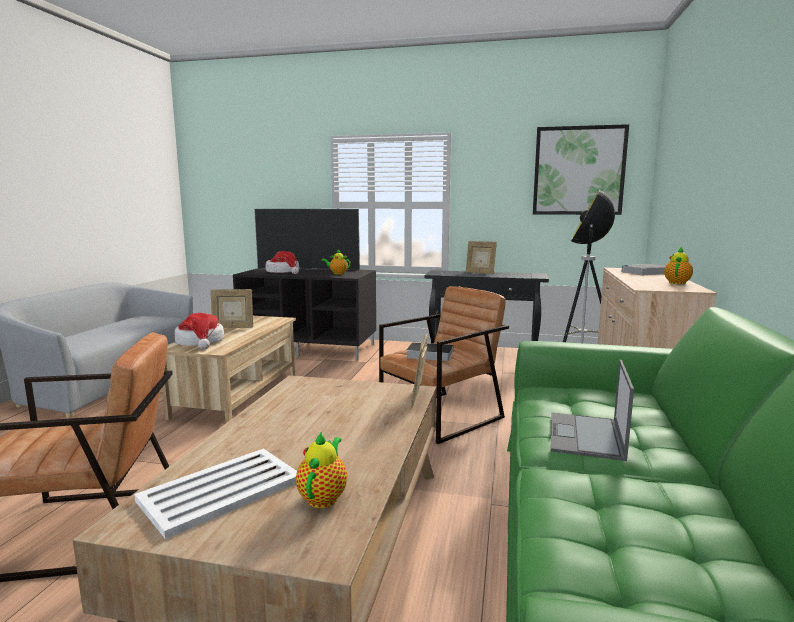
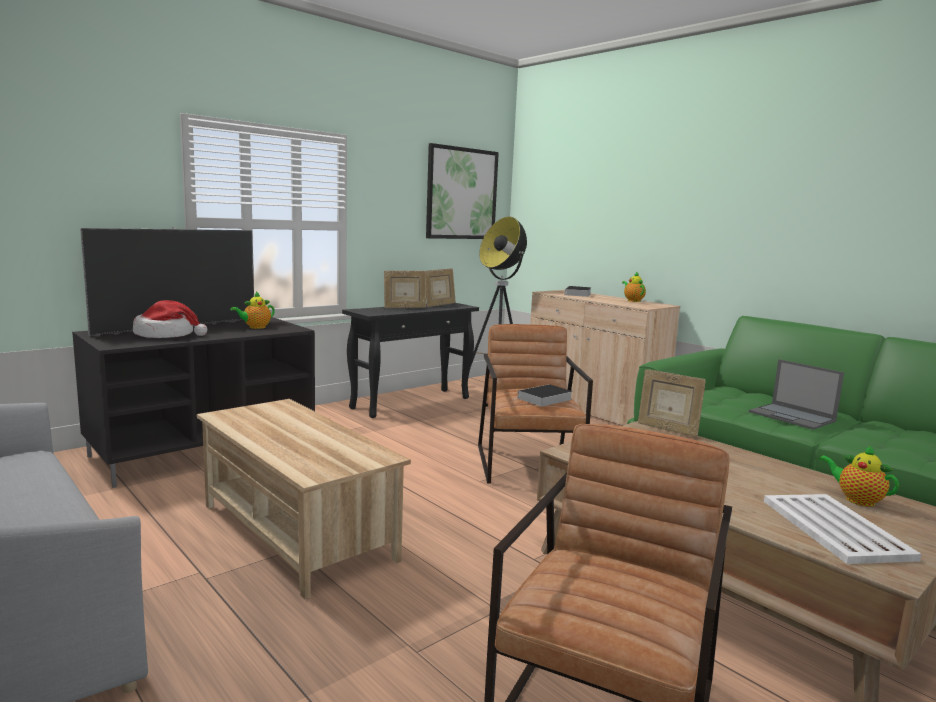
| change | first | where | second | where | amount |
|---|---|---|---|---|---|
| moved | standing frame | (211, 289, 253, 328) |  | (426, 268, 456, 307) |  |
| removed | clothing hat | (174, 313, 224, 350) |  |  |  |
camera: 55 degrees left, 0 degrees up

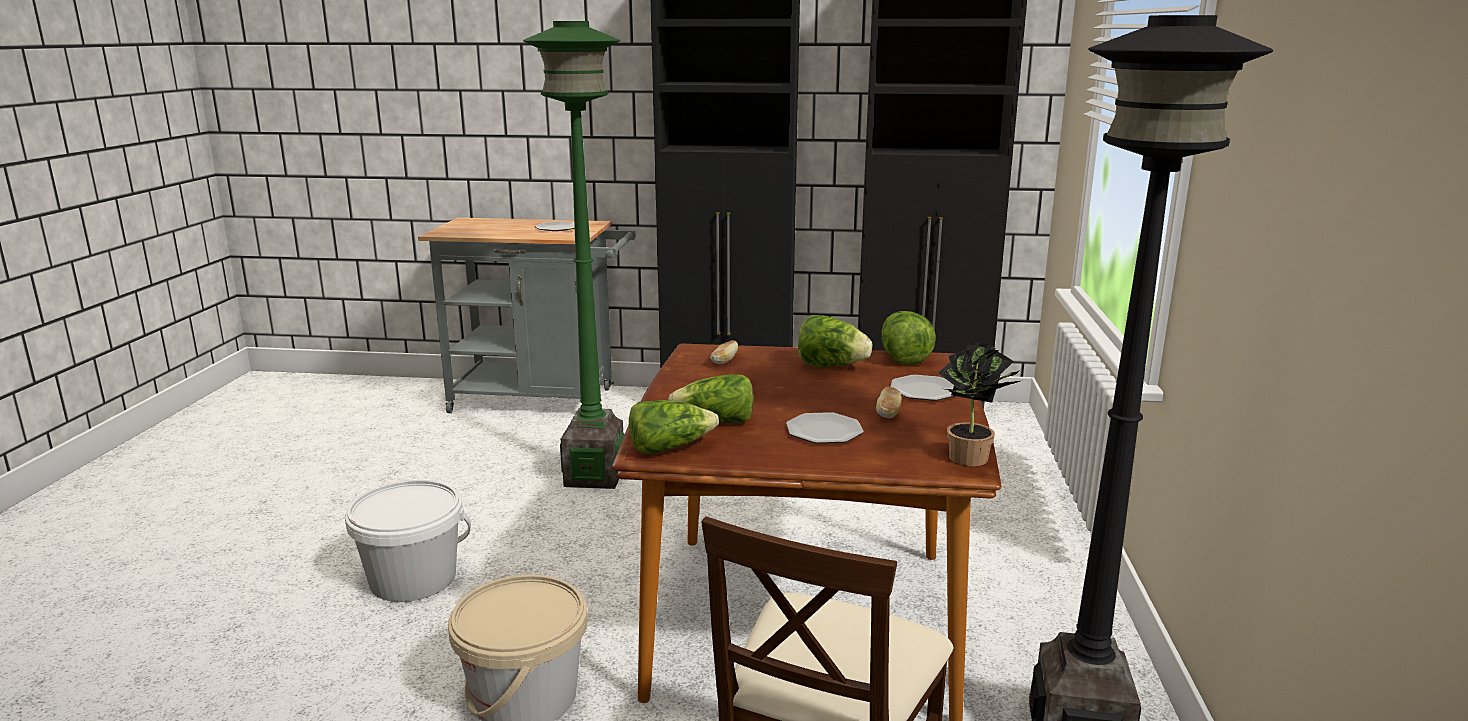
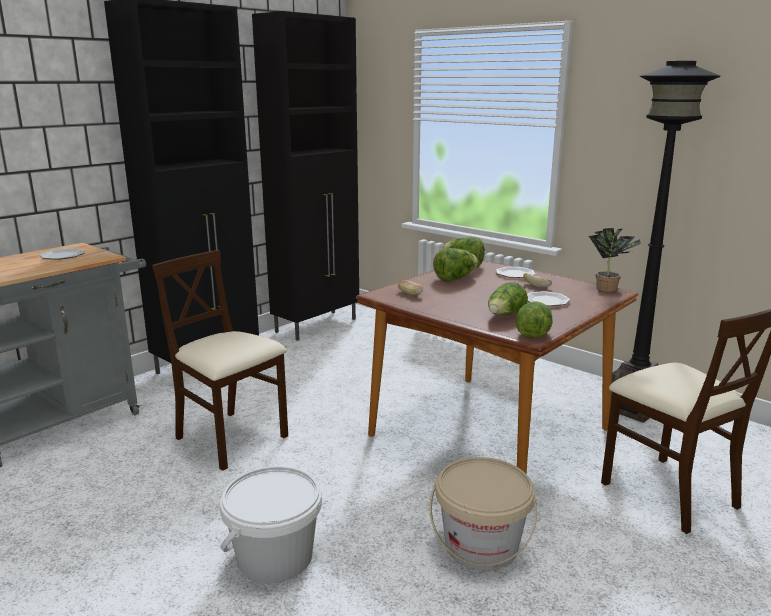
| change | first | where | second | where | amount |
|---|---|---|---|---|---|
| replaced | greenish standing lamp | (523, 21, 625, 489) | beige-coloured chair | (152, 250, 288, 471) |  |
camera: 55 degrees left, 0 degrees up

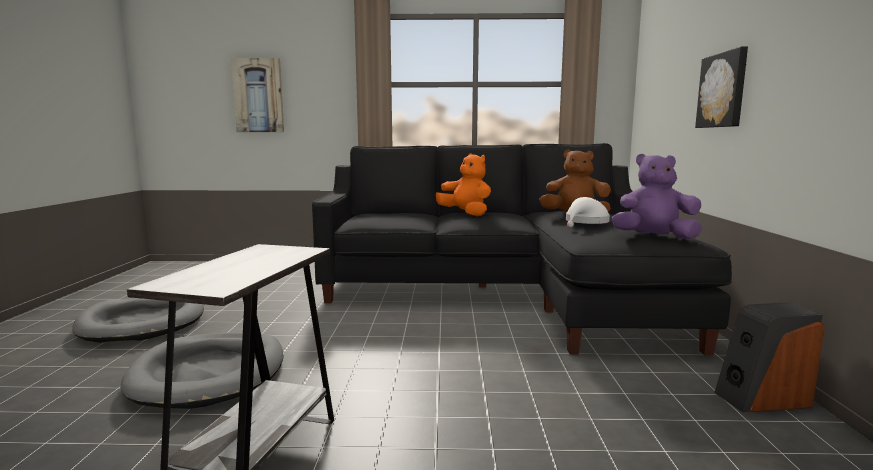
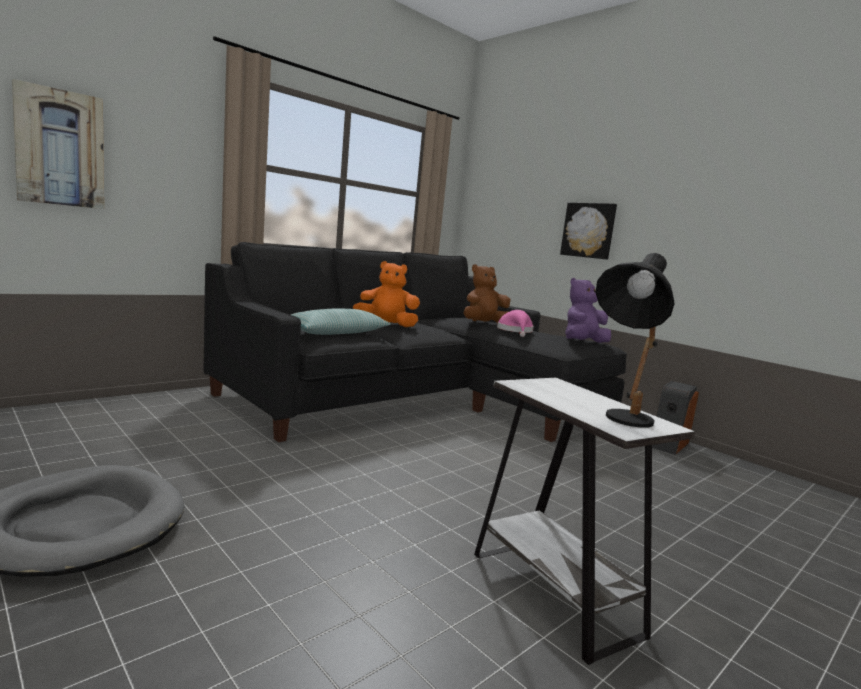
| change | first | where | second | where | amount |
|---|---|---|---|---|---|
| recoloured | white-coloured clothing hat | (566, 197, 610, 227) | pink-coloured clothing hat | (497, 310, 534, 337) |  |
| removed | greyish dog cushion | (121, 332, 284, 409) |  |  |  |
| added |  |  | black table lamp | (595, 253, 675, 428) |  |
| added |  |  | pillow | (291, 309, 391, 335) |  |
camera: 45 degrees left, 0 degrees up

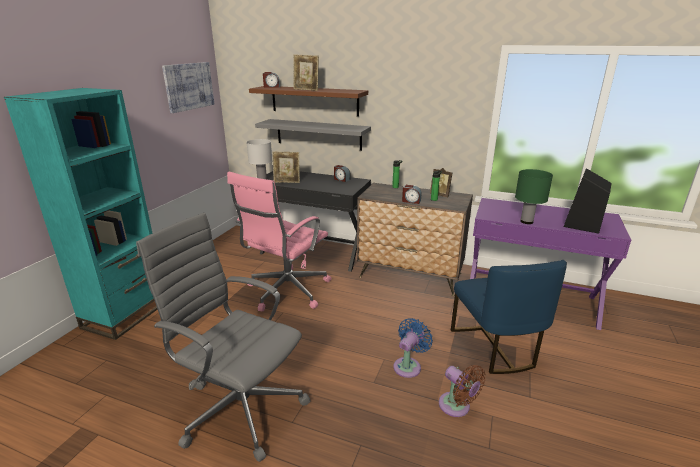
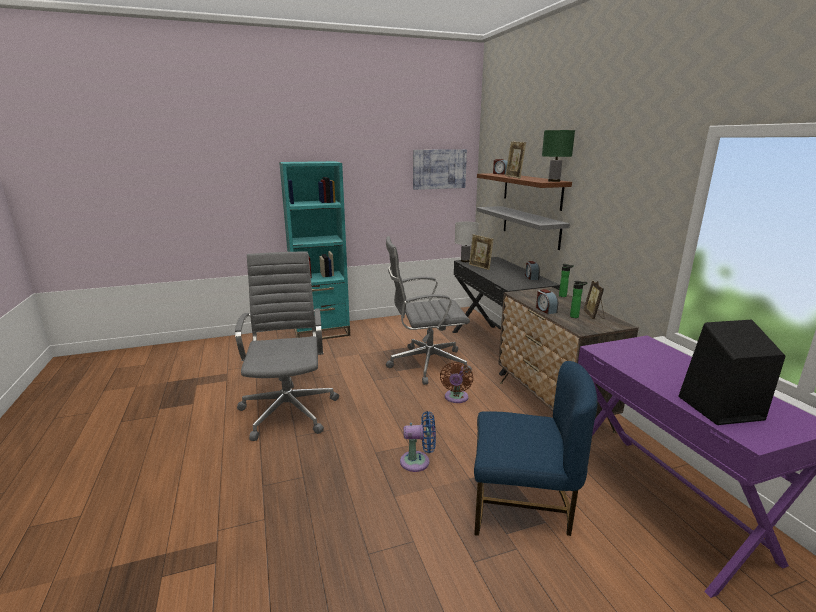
| change | first | where | second | where | amount |
|---|---|---|---|---|---|
| moved | greenish table lamp | (515, 169, 553, 224) |  | (542, 130, 575, 182) |  |
| recoloured | pink-coloured computer chair | (227, 172, 331, 311) | greyish computer chair | (386, 236, 472, 385) |  |
| turned | blue chair | (451, 260, 567, 374) |  | (474, 361, 598, 536) | 120 degrees counterclockwise |
| moved | brown electric fan | (439, 365, 486, 417) |  | (440, 362, 473, 403) |  |
camera: 50 degrees right, 5 degrees down

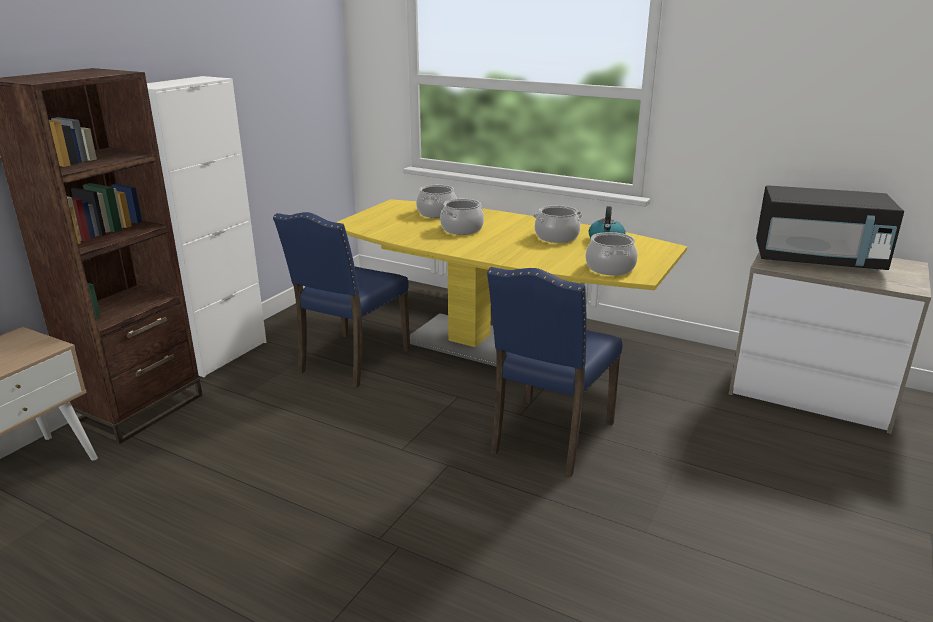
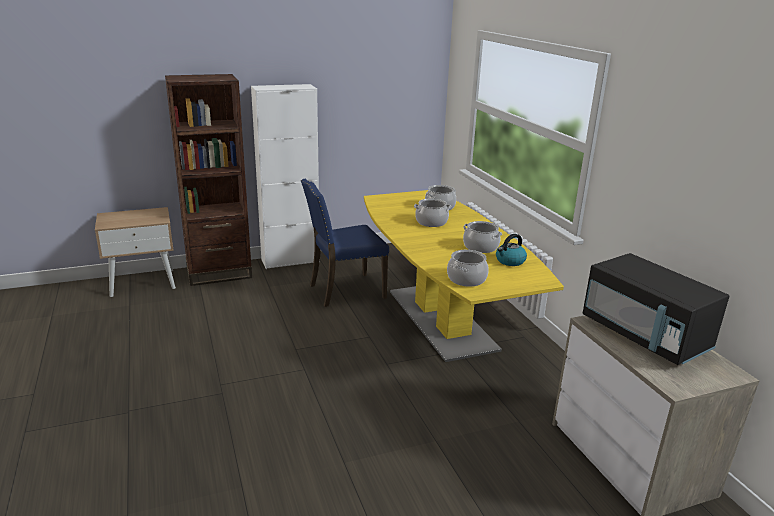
| change | first | where | second | where | amount |
|---|---|---|---|---|---|
| removed | blue chair | (487, 267, 622, 478) |  |  |  |
camera: 40 degrees right, 0 degrees up

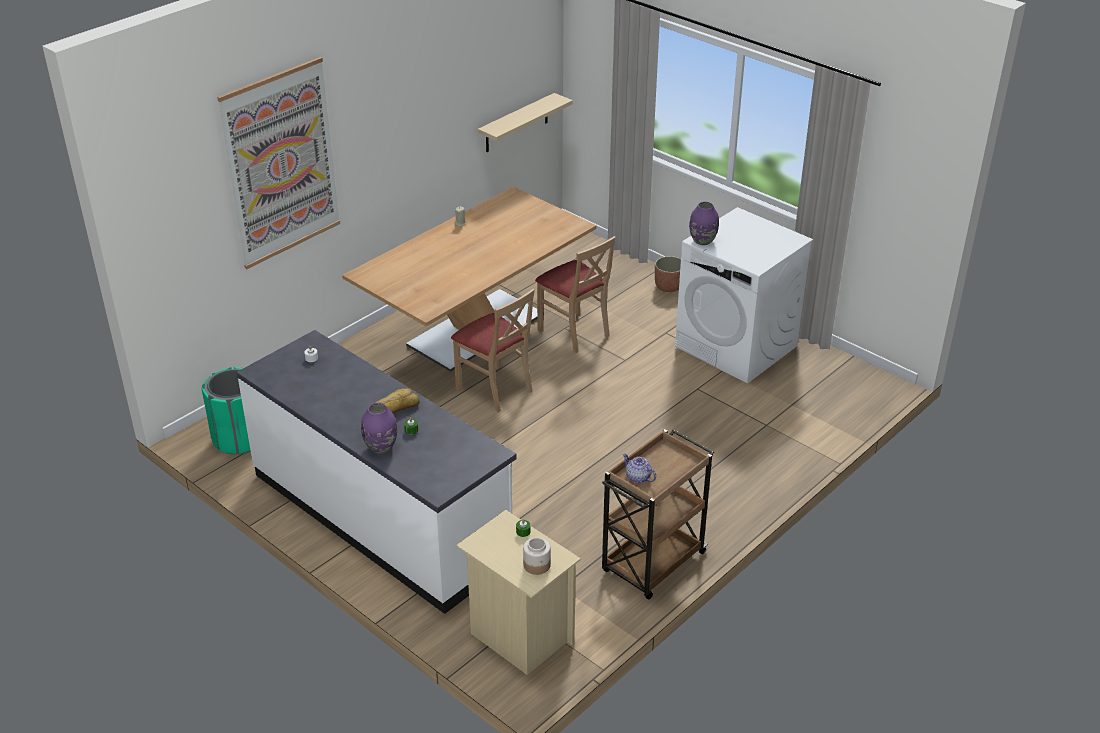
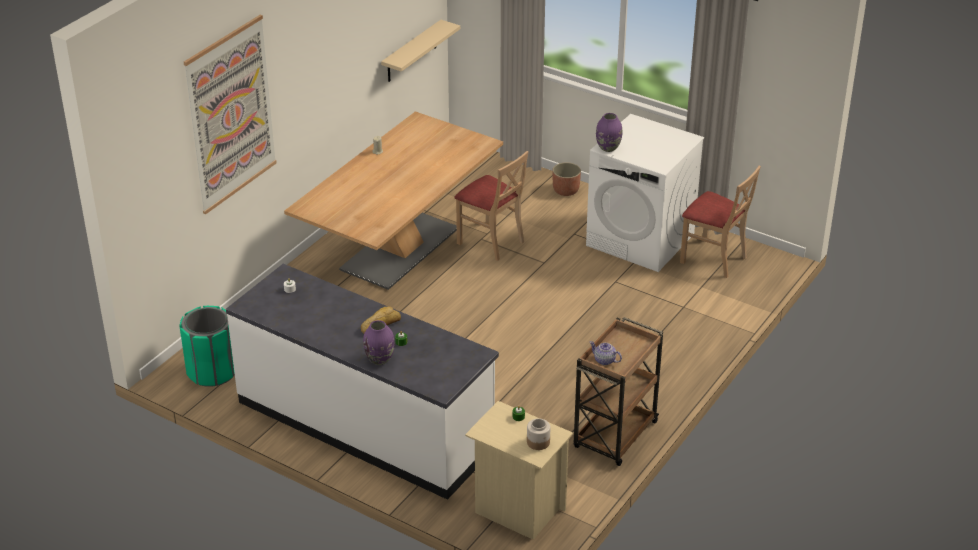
| change | first | where | second | where | amount |
|---|---|---|---|---|---|
| moved | beige-coloured chair | (451, 289, 535, 412) |  | (680, 166, 761, 278) |  |
camera: 10 degrees left, 0 degrees up

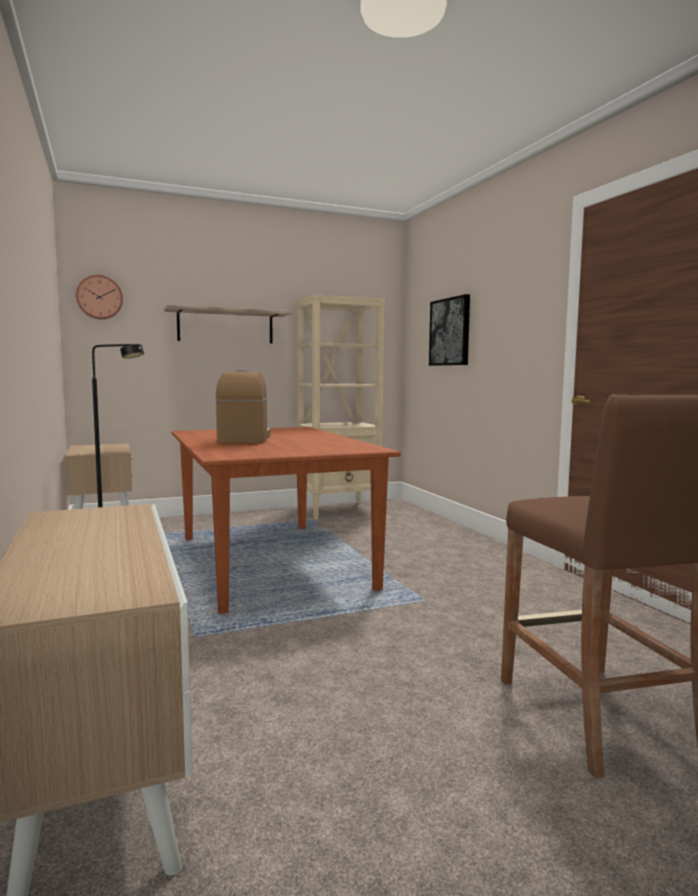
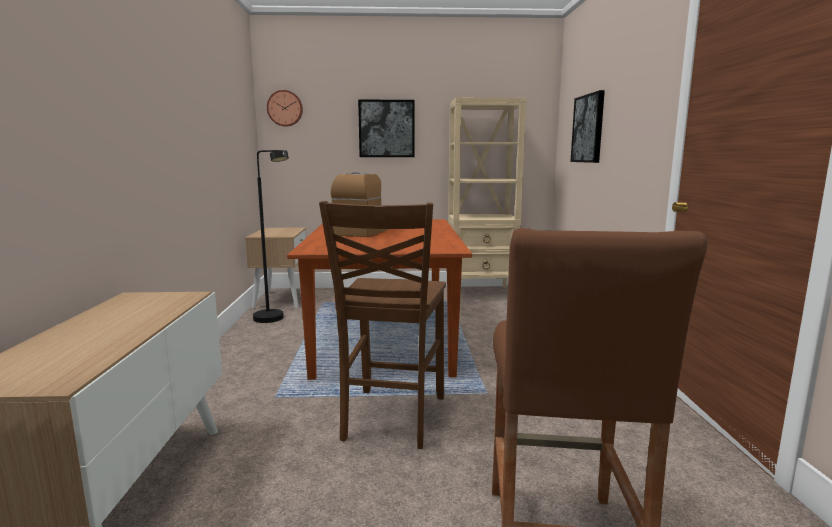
| change | first | where | second | where | amount |
|---|---|---|---|---|---|
| replaced | shelf | (164, 305, 291, 343) | wall picture | (358, 100, 415, 157) |  |
| added |  |  | brown chair | (319, 201, 446, 449) |  |
camera: 20 degrees right, 5 degrees up

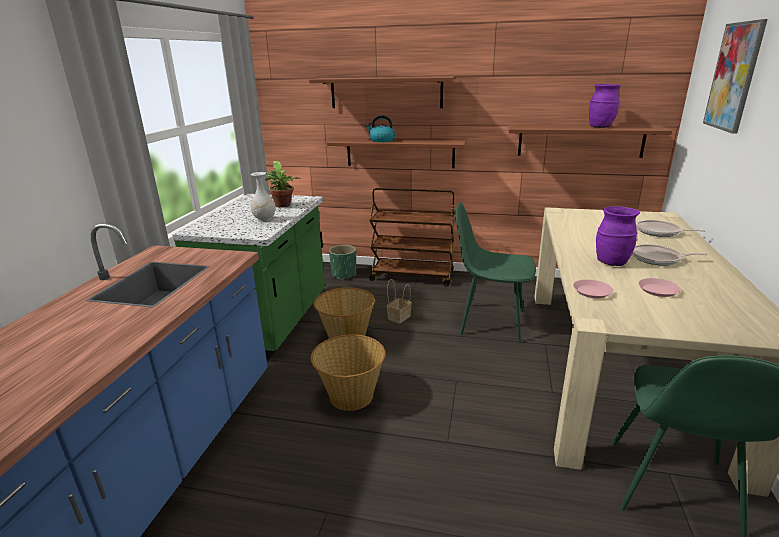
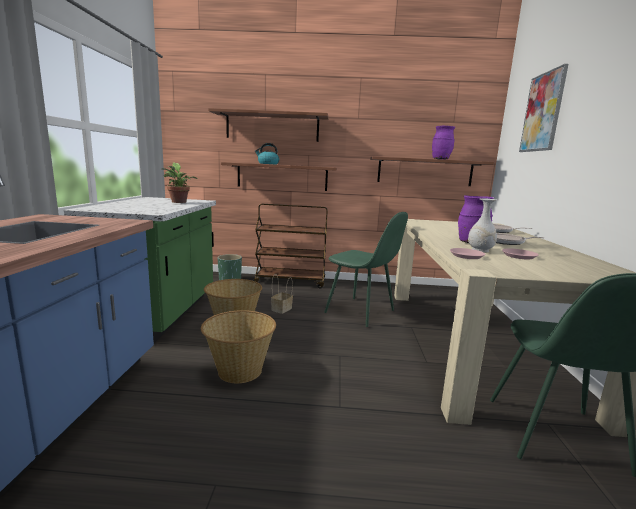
| change | first | where | second | where | amount |
|---|---|---|---|---|---|
| moved | white-coloured flower vase | (251, 172, 275, 222) |  | (468, 198, 497, 253) |  |
| turned | greenish chair | (455, 202, 536, 342) |  | (324, 212, 408, 327) | 150 degrees counterclockwise |
camera: 10 degrees left, 10 degrees down

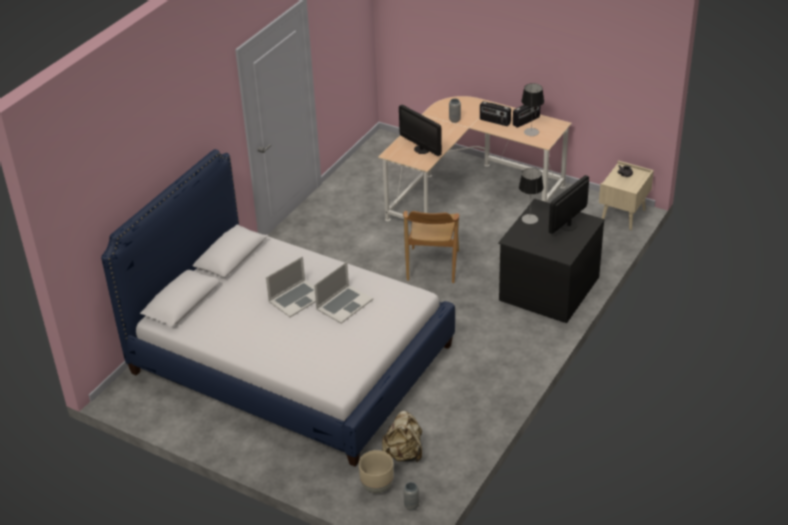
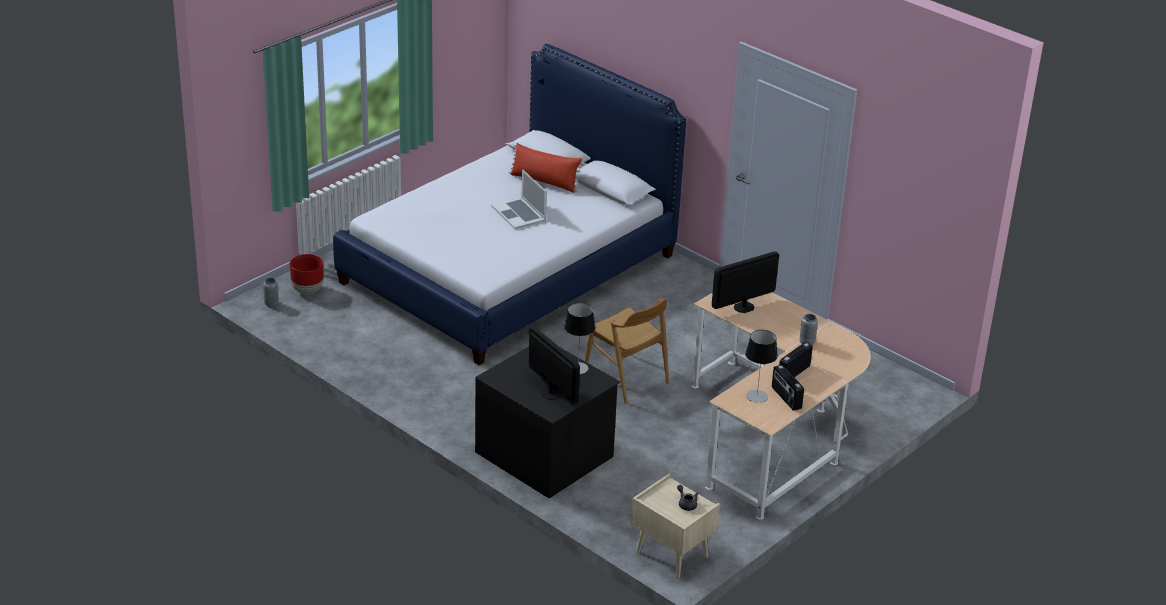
| change | first | where | second | where | amount |
|---|---|---|---|---|---|
| turned | brown chair | (403, 211, 459, 283) |  | (585, 298, 669, 404) | 150 degrees counterclockwise |
| removed | portable computer | (314, 262, 373, 324) |  |  |  |
| removed | beige-coloured backpack | (382, 411, 422, 462) |  |  |  |
| recoloured | beige-coloured plant pot | (359, 450, 393, 493) | reddish plant pot | (290, 254, 324, 294) |  |
| added |  |  | reddish pillow | (509, 143, 584, 193) |  |
camera: 100 degrees right, 5 degrees down

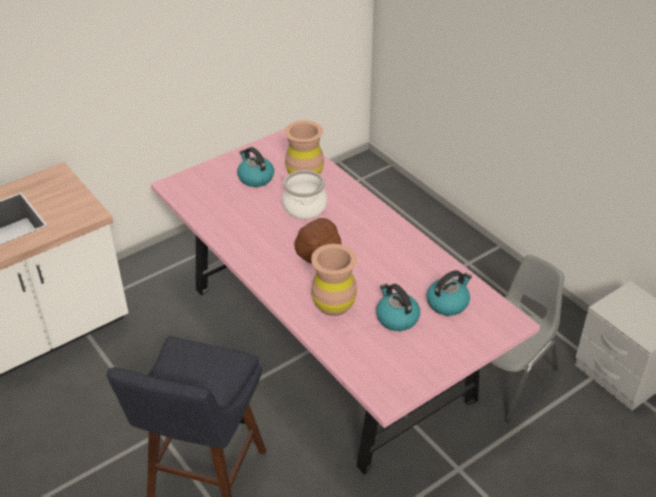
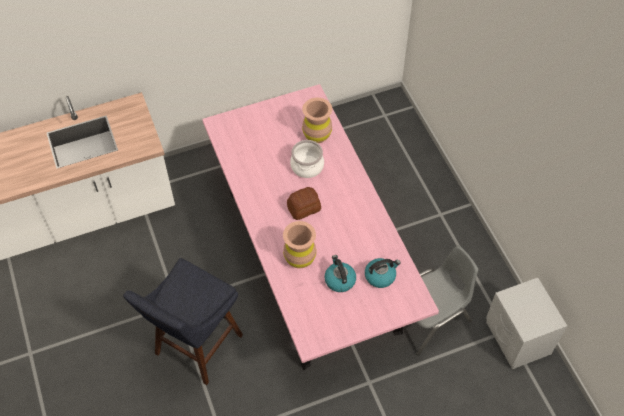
| change | first | where | second | where | amount |
|---|---|---|---|---|---|
| removed | kettle | (237, 147, 274, 187) |  |  |  |
camera: 15 degrees right, 15 degrees up

